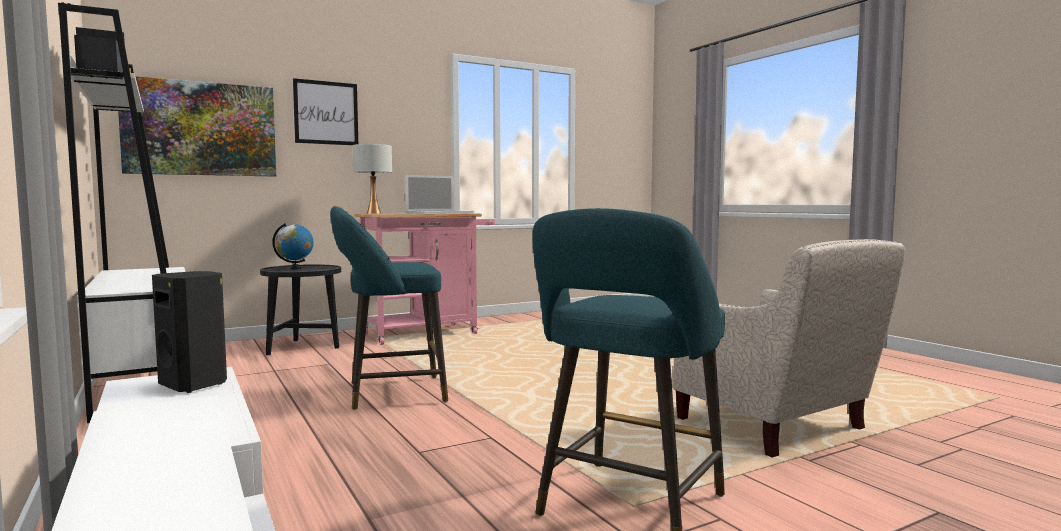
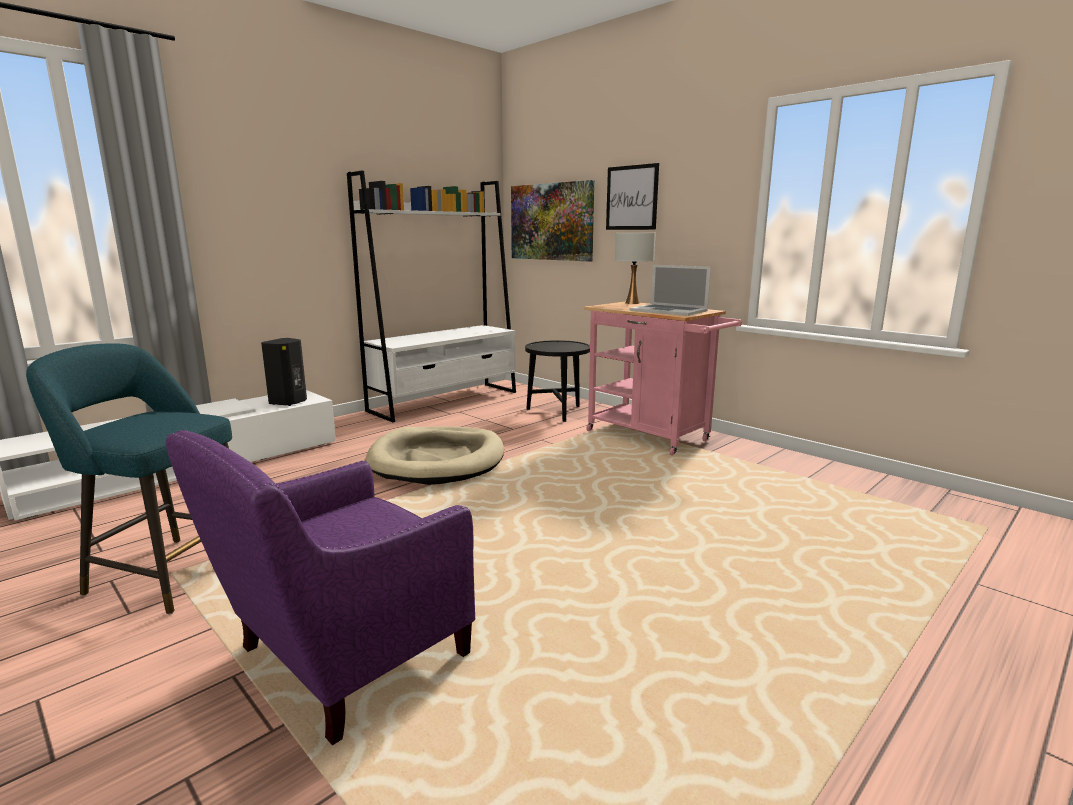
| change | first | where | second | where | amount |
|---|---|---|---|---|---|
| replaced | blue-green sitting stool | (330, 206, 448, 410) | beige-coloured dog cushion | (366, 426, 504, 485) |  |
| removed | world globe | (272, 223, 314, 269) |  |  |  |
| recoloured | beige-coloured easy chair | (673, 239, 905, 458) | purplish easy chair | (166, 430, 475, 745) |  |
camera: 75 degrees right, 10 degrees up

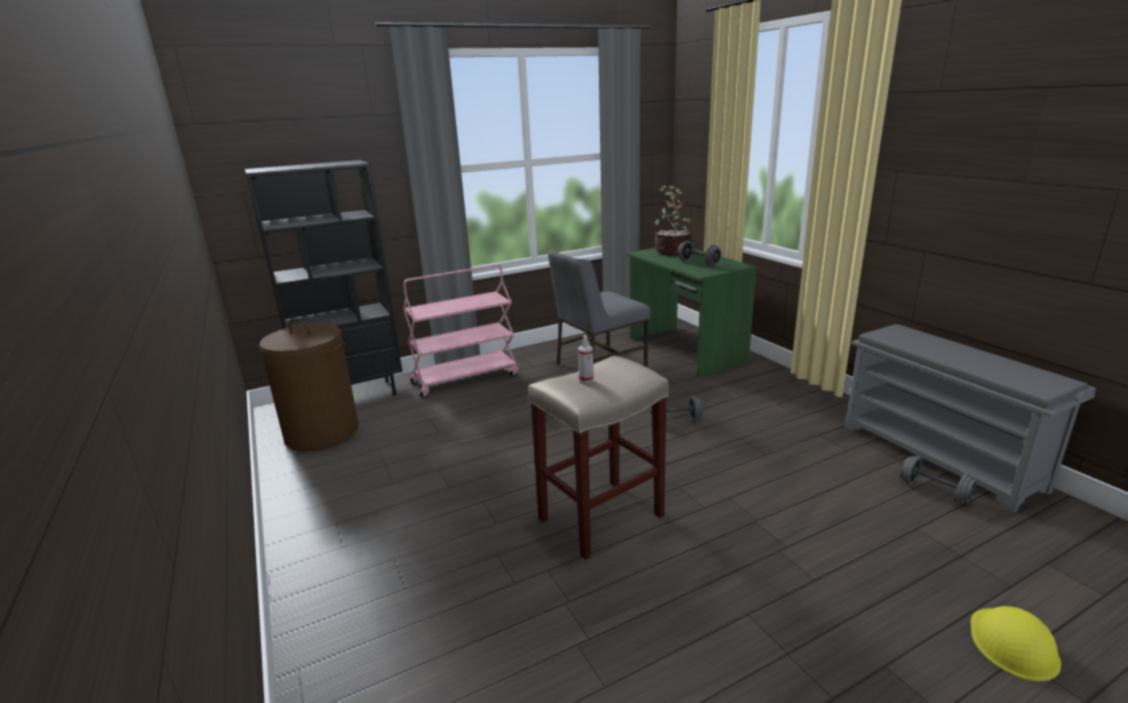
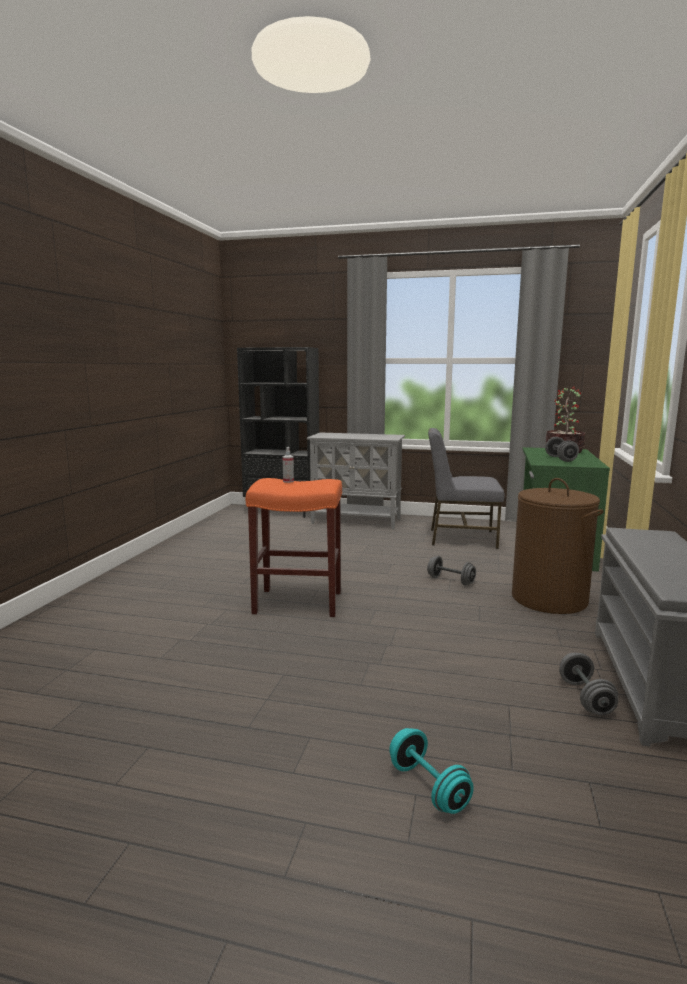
| change | first | where | second | where | amount |
|---|---|---|---|---|---|
| replaced | pink-coloured cart | (403, 264, 518, 398) | greyish cabinet | (307, 433, 405, 529) |  |
| moved | brown hamper | (259, 319, 359, 452) |  | (512, 478, 604, 614) |  |
| recoloured | beige-coloured sitting stool | (528, 356, 669, 560) | orangey sitting stool | (246, 478, 342, 617) |  |
| replaced | yellow hard hat | (971, 606, 1061, 682) | blue-green dumbbell | (389, 728, 474, 814) |  |
camera: 40 degrees right, 10 degrees down

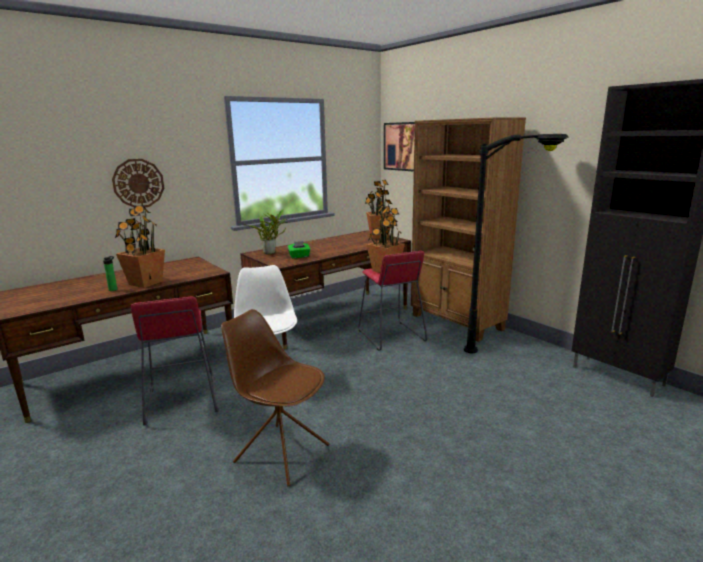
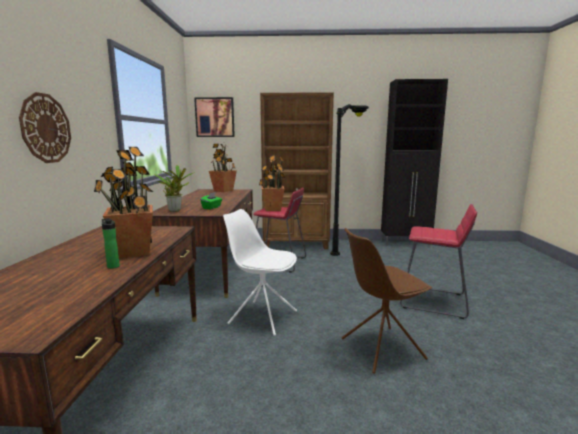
| change | first | where | second | where | amount |
|---|---|---|---|---|---|
| moved | reddish sitting stool | (131, 296, 219, 425) |  | (400, 204, 477, 319) |  |
camera: 50 degrees left, 5 degrees down

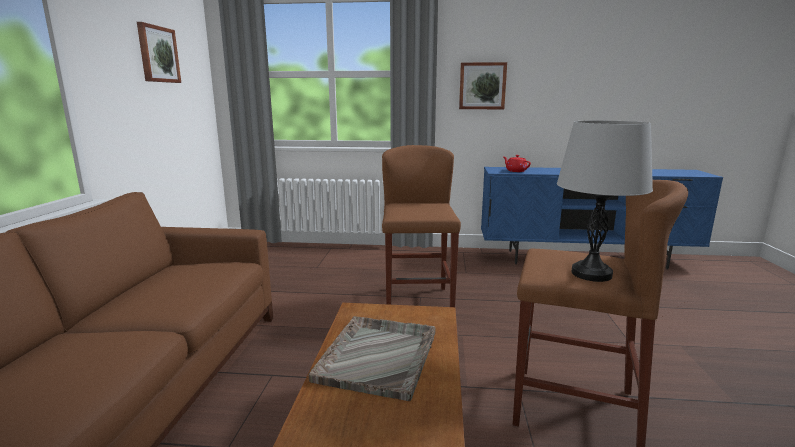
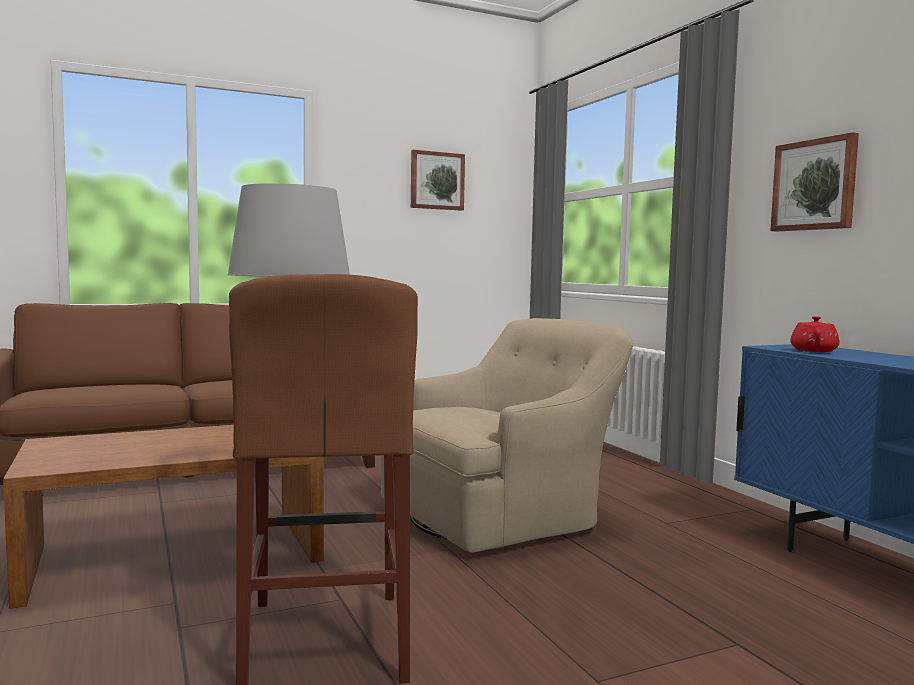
| change | first | where | second | where | amount |
|---|---|---|---|---|---|
| replaced | brown sitting stool | (382, 145, 461, 307) | beige-coloured easy chair | (381, 318, 634, 553) |  |
| removed | greyish tray | (309, 316, 435, 401) |  |  |  |
camera: 60 degrees right, 10 degrees down

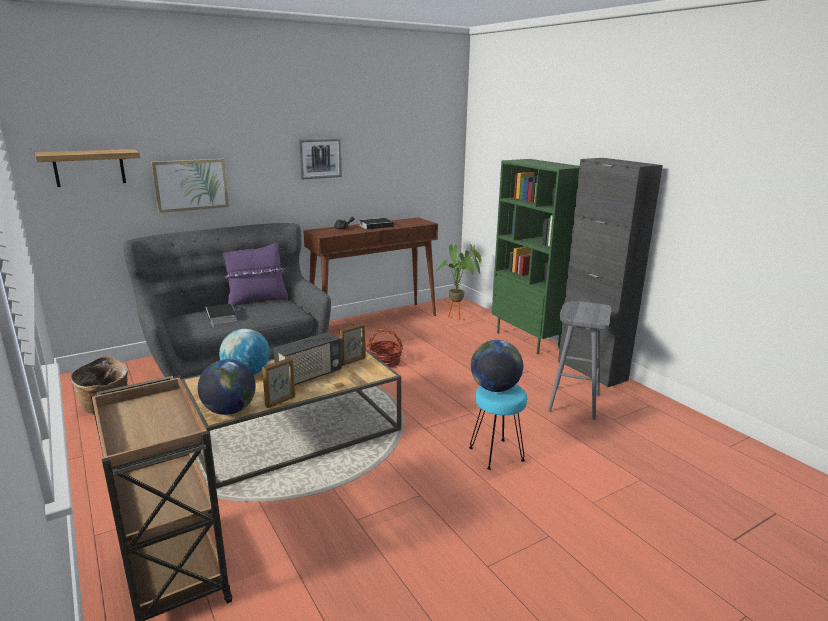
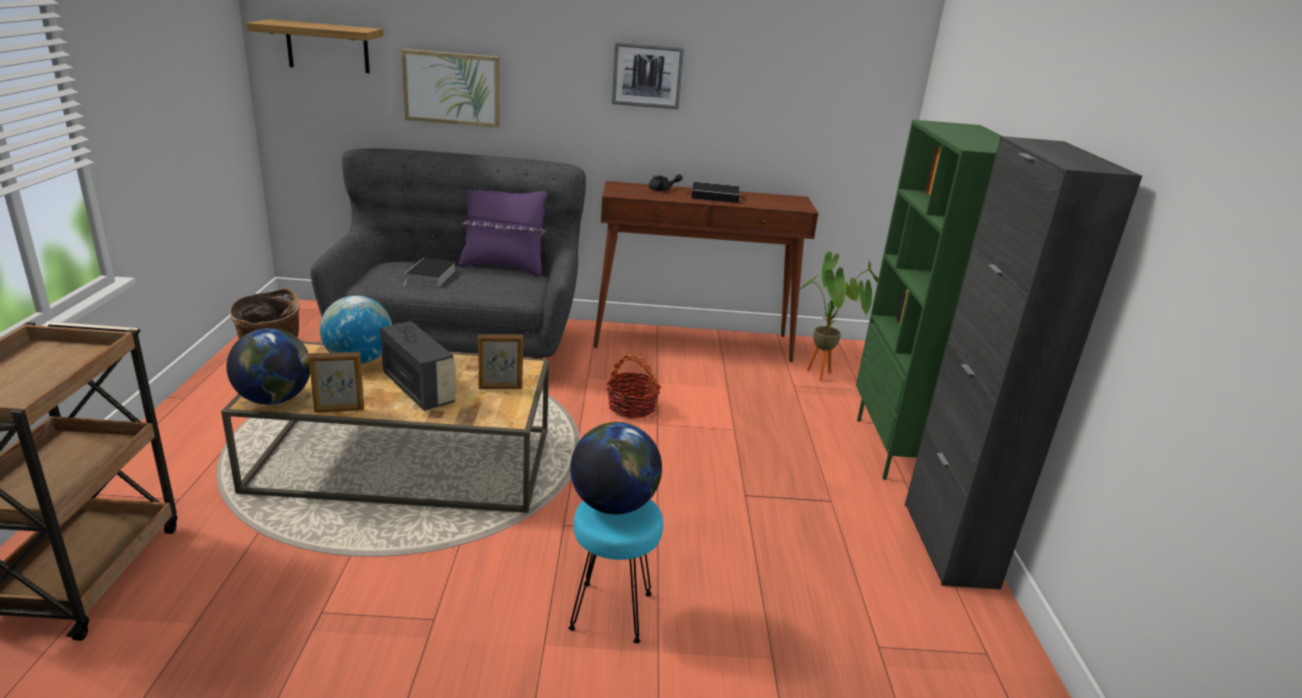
| change | first | where | second | where | amount |
|---|---|---|---|---|---|
| removed | greyish sitting stool | (548, 301, 611, 420) |  |  |  |
| turned | radio set | (274, 332, 342, 385) |  | (380, 321, 457, 411) | 120 degrees counterclockwise |
camera: 30 degrees right, 5 degrees up

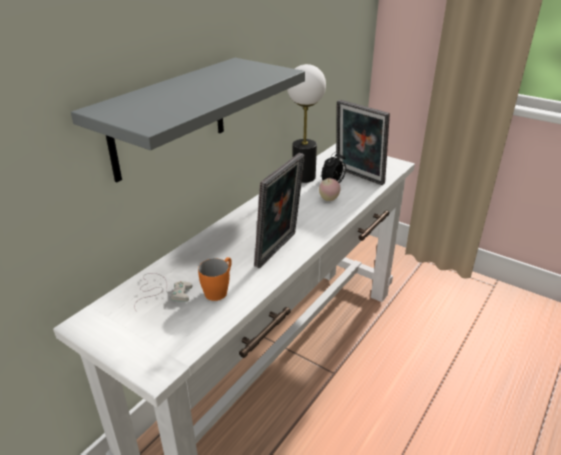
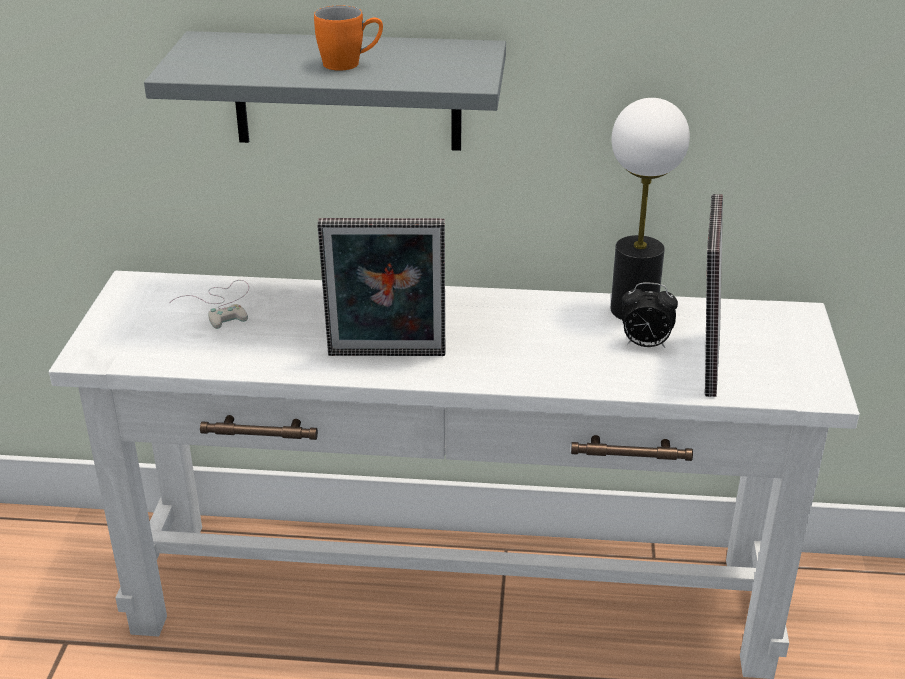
| change | first | where | second | where | amount |
|---|---|---|---|---|---|
| removed | apple | (319, 178, 341, 201) |  |  |  |
| moved | orangey mug | (198, 257, 232, 301) |  | (314, 5, 383, 70) |  |
camera: 60 degrees right, 0 degrees up

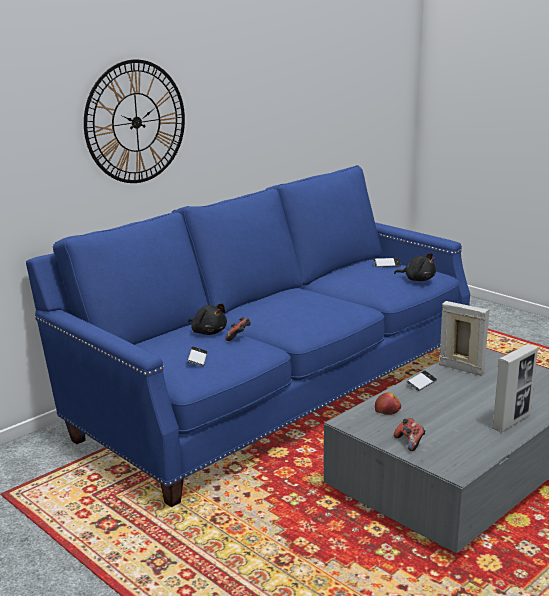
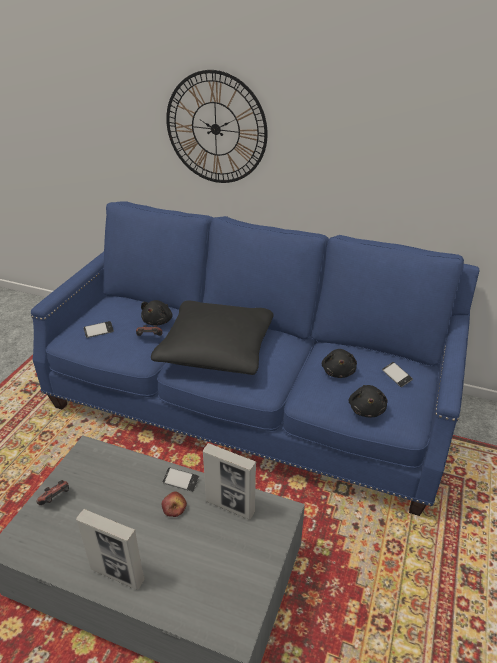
| change | first | where | second | where | amount |
|---|---|---|---|---|---|
| turned | standing frame | (439, 301, 489, 376) |  | (203, 443, 256, 520) | 105 degrees clockwise |
| moved | apple | (375, 393, 401, 415) |  | (162, 492, 187, 517) |  |
| added |  |  | black pillow | (151, 301, 274, 375) |  |
| added |  |  | black cuddly toy | (322, 349, 357, 378) |  |
camera: 65 degrees right, 15 degrees up

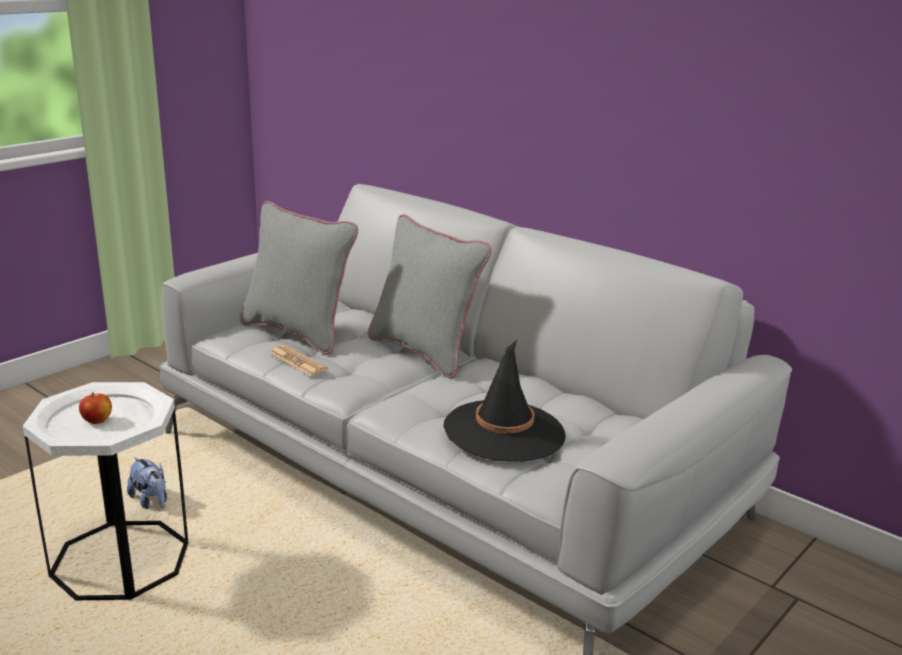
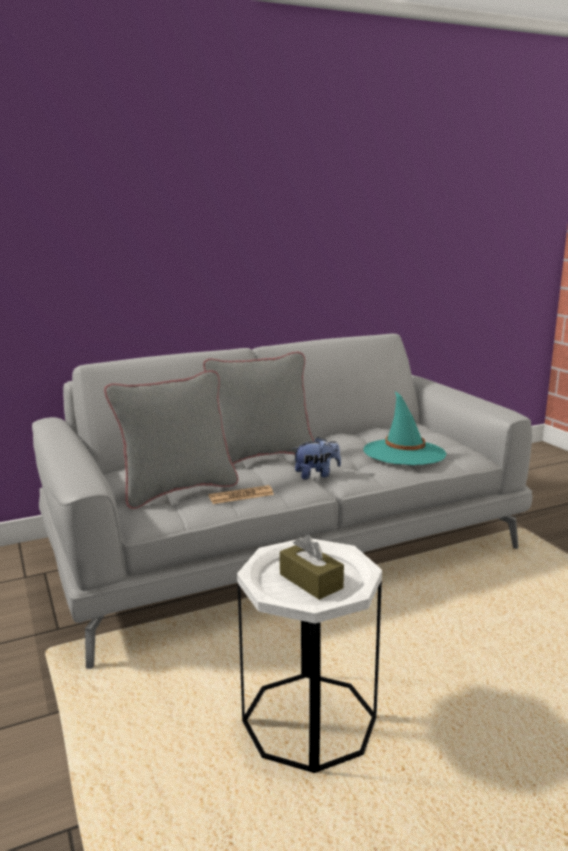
| change | first | where | second | where | amount |
|---|---|---|---|---|---|
| recoloured | black clothing hat | (443, 340, 566, 462) | blue-green clothing hat | (363, 391, 446, 465) |  |
| replaced | apple | (79, 392, 112, 424) | brown box of tissues | (280, 535, 344, 600) |  |
| moved | cuddly toy | (127, 457, 167, 509) |  | (293, 437, 341, 480) |  |
camera: 65 degrees left, 5 degrees down

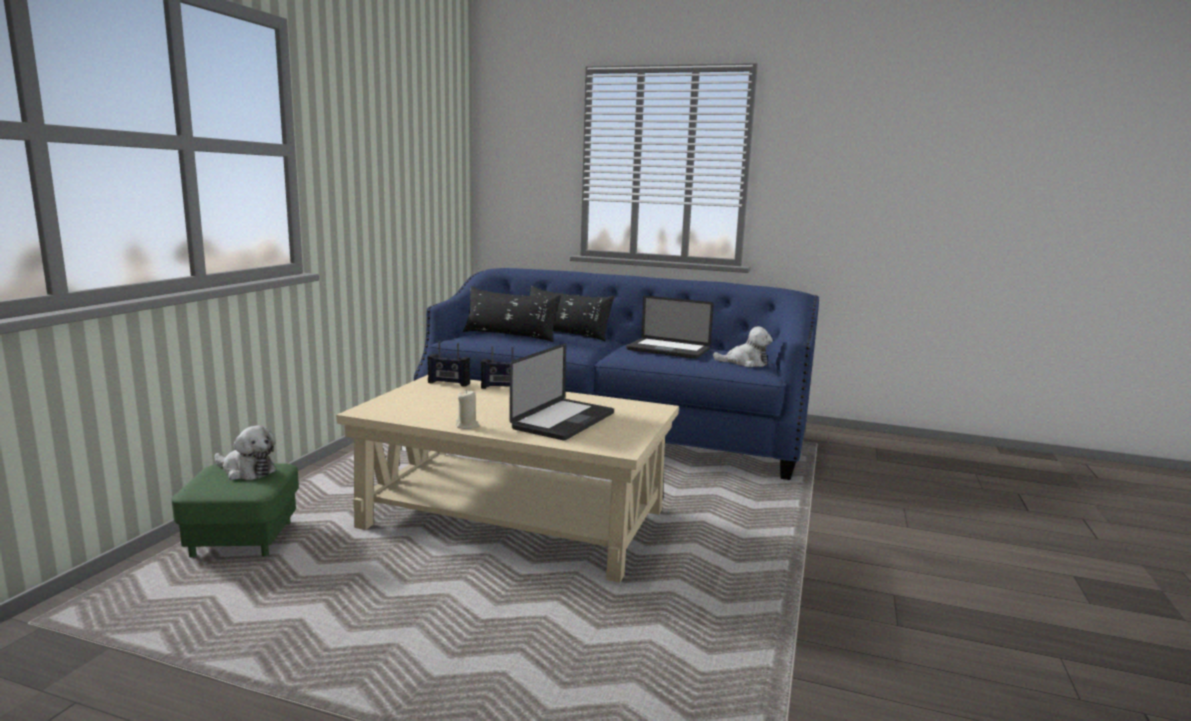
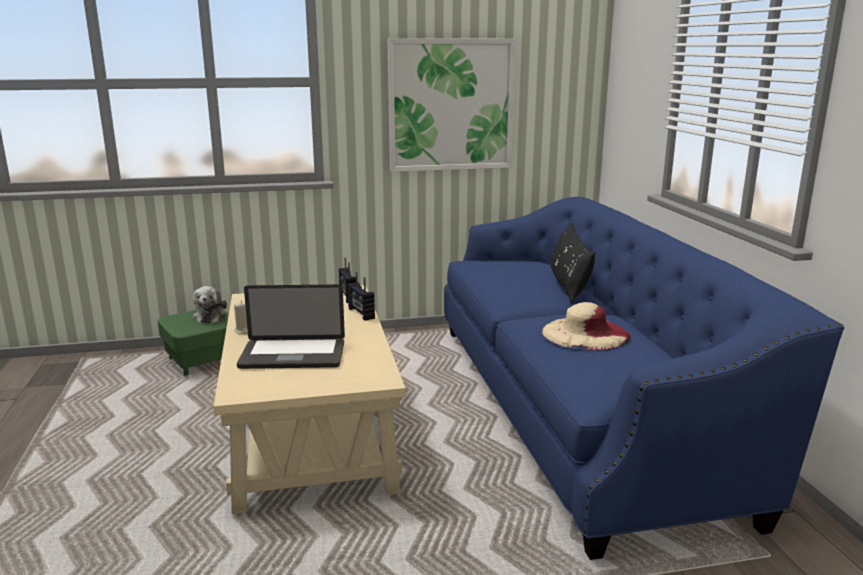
| change | first | where | second | where | amount |
|---|---|---|---|---|---|
| removed | black pillow | (463, 286, 561, 342) |  |  |  |
| replaced | portable computer | (626, 296, 714, 359) | beige-coloured clothing hat | (542, 302, 631, 351) |  |
| removed | cuddly toy | (713, 326, 773, 367) |  |  |  |
| added |  |  | wall picture | (387, 38, 516, 172) |  |
camera: 60 degrees right, 5 degrees up

